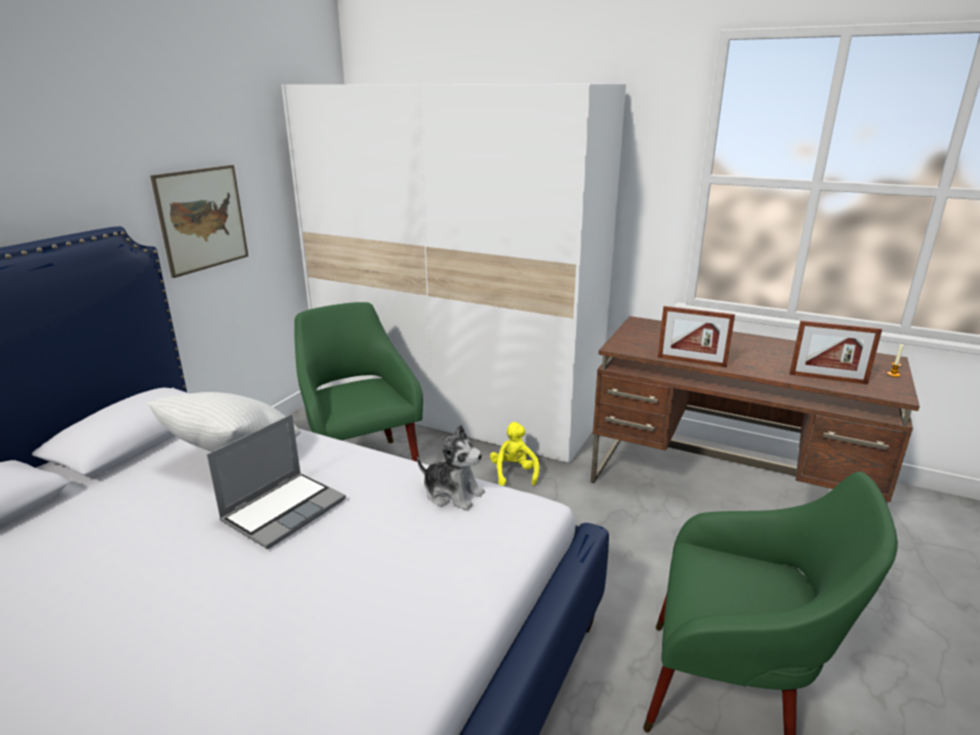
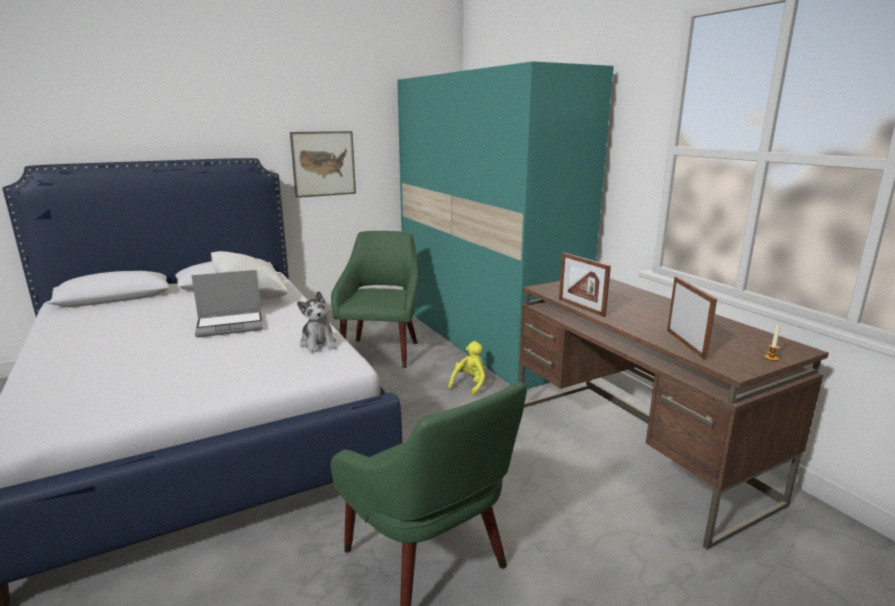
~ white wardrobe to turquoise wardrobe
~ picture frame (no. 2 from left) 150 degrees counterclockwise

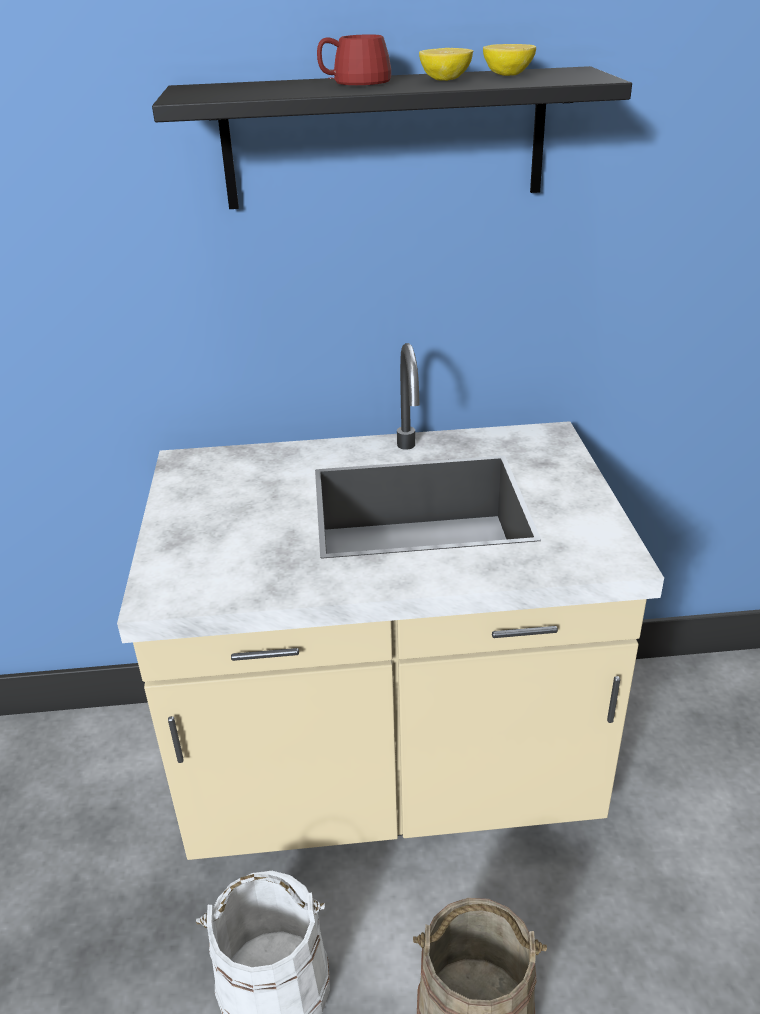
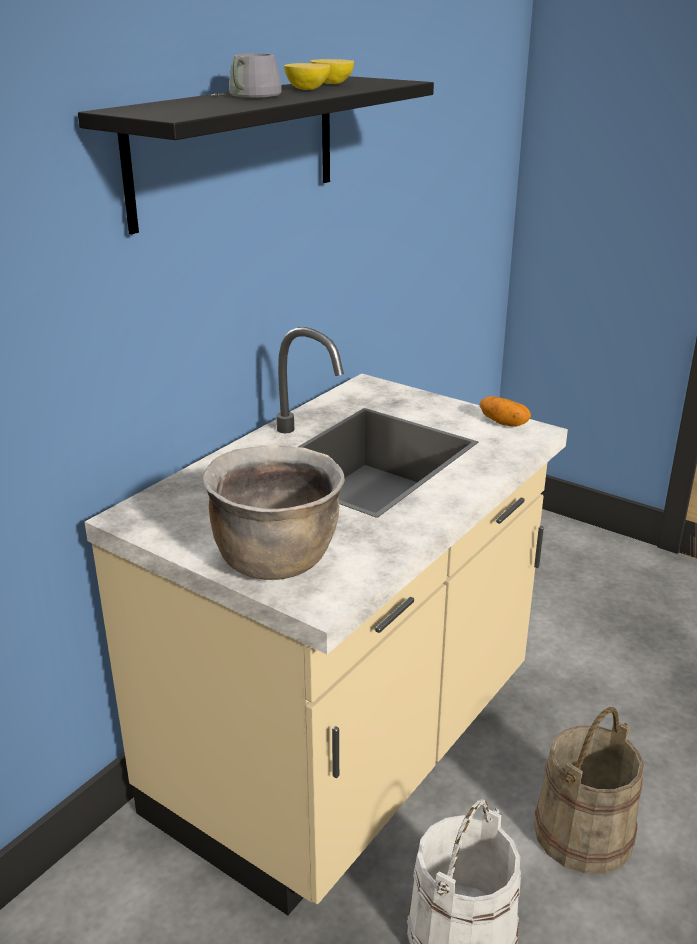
+ brown cooking pot
+ potato
~ red mug to grey mug

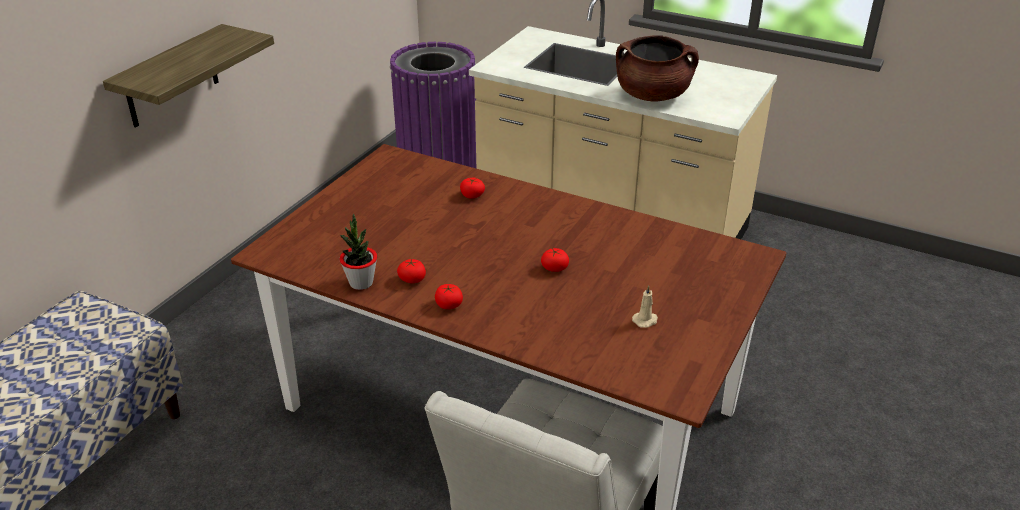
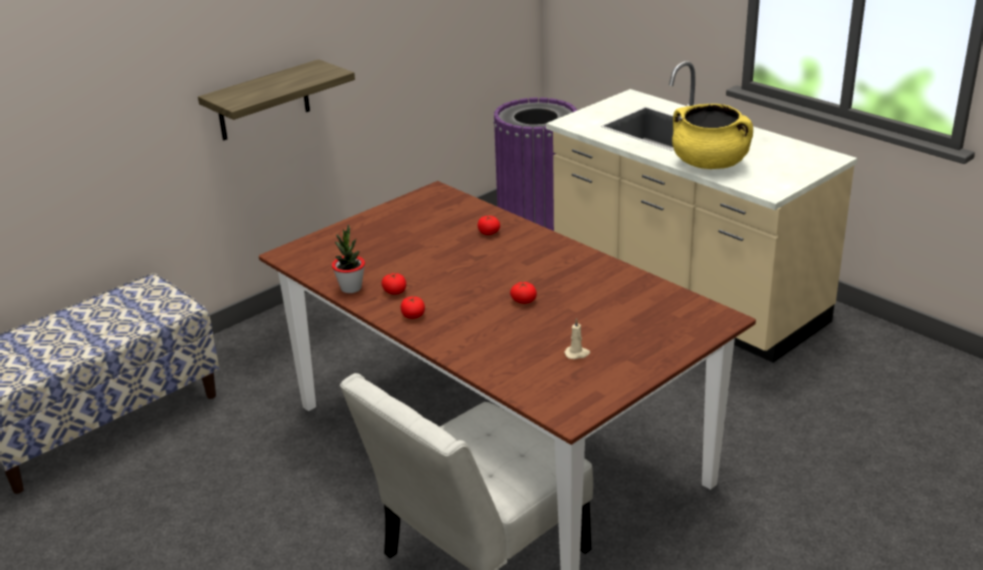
~ brown cooking pot to yellow cooking pot

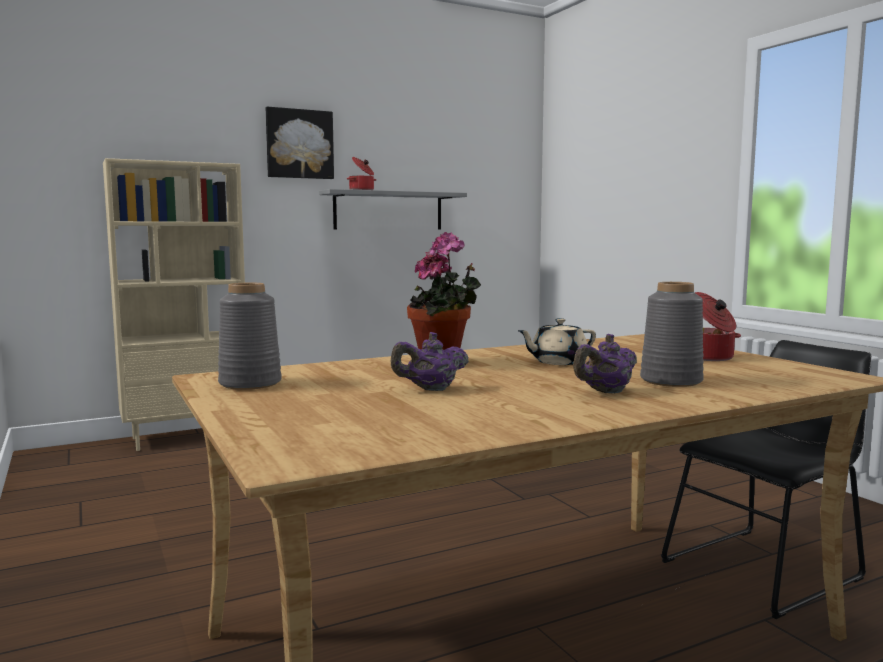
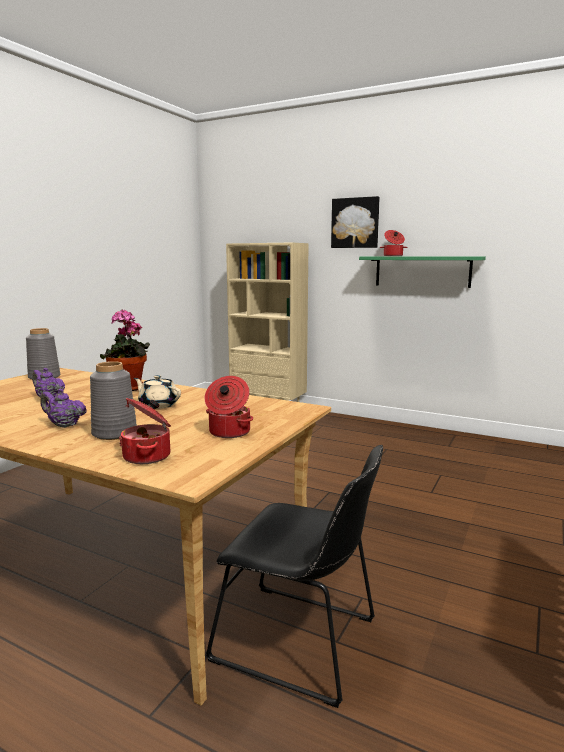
+ cooking pot (no. 1 from left)
~ grey shelf to green shelf

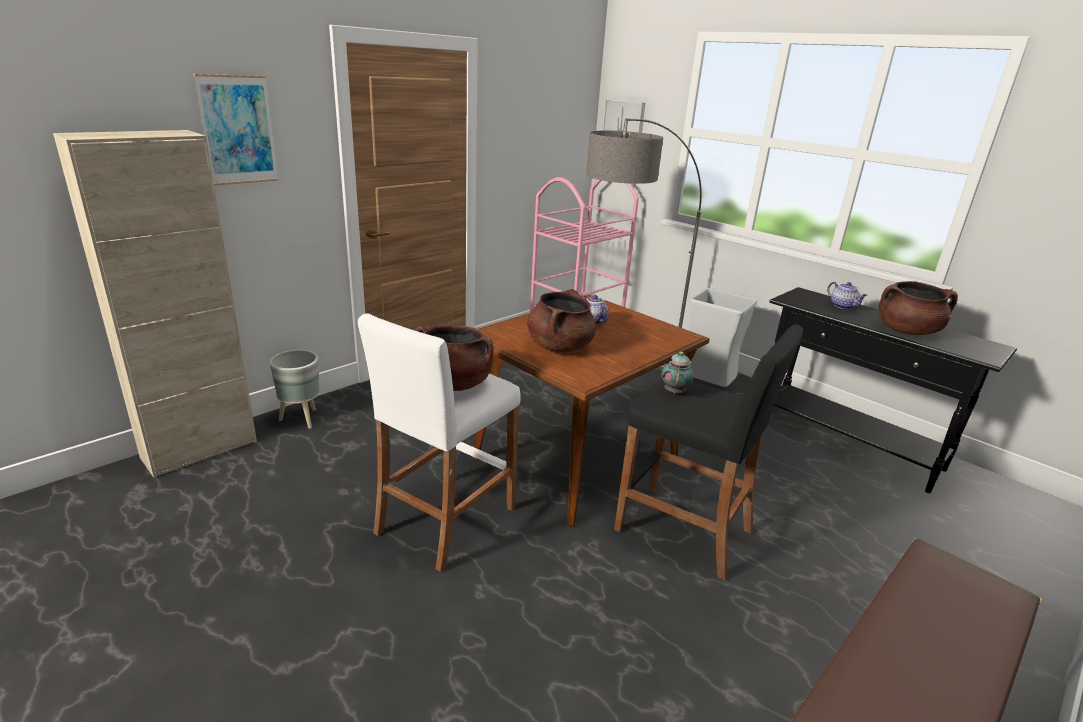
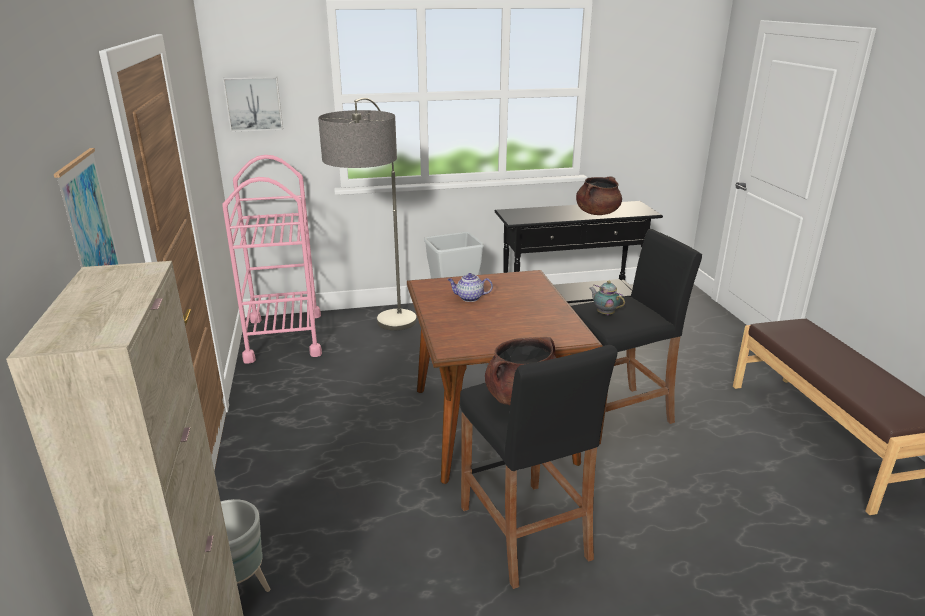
- brown cooking pot (no. 2 from left)
- teapot (no. 3 from left)
~ white stool to black stool (no. 1 from left)

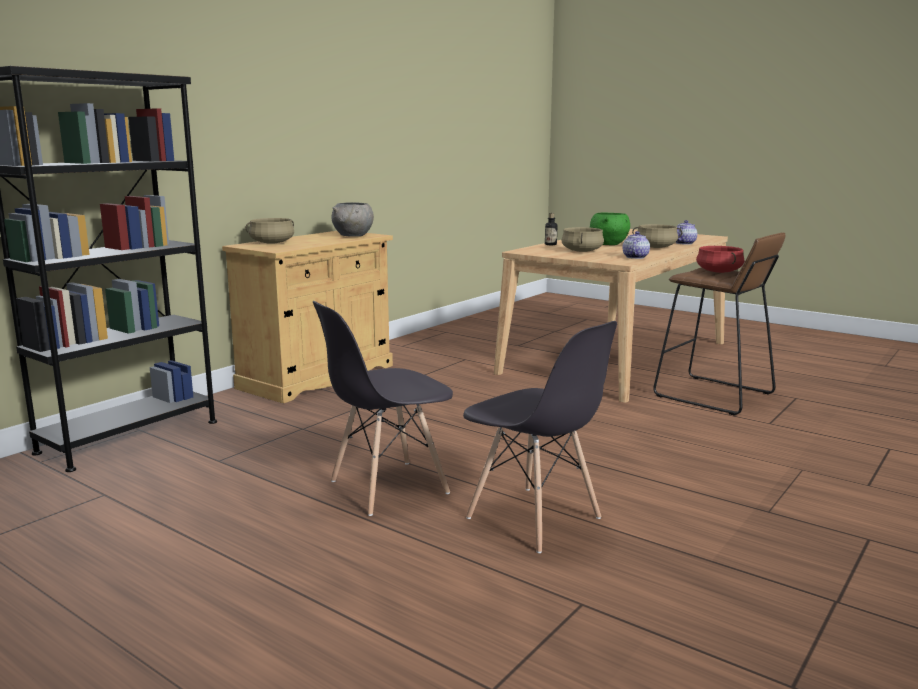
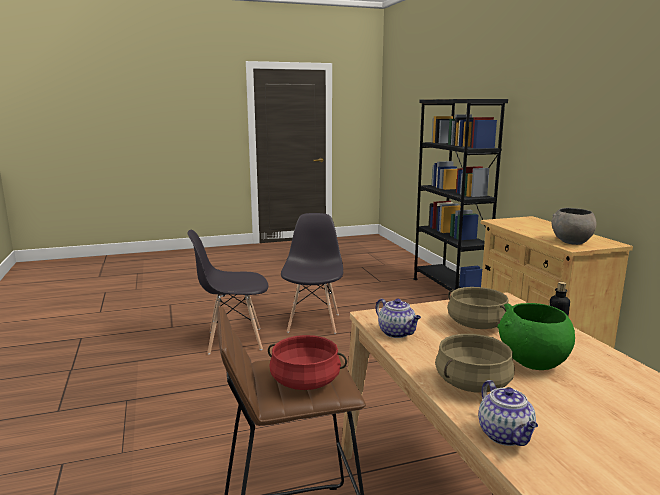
- beige cooking pot (no. 1 from left)

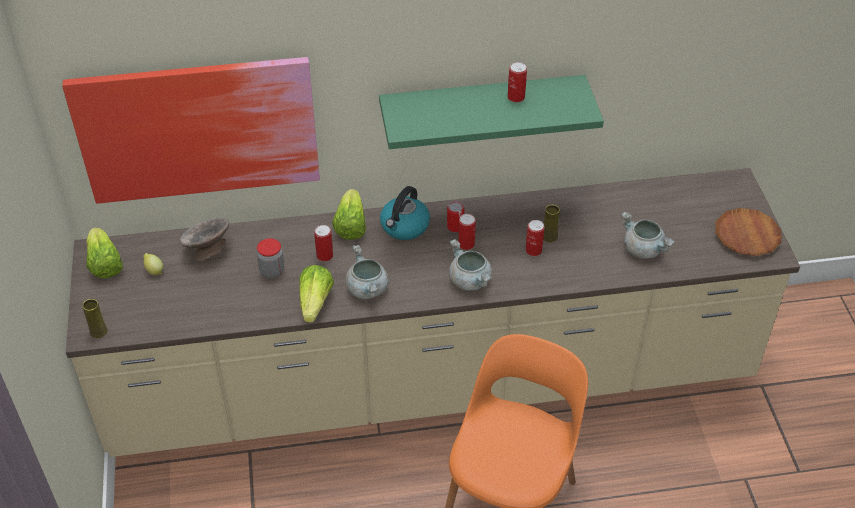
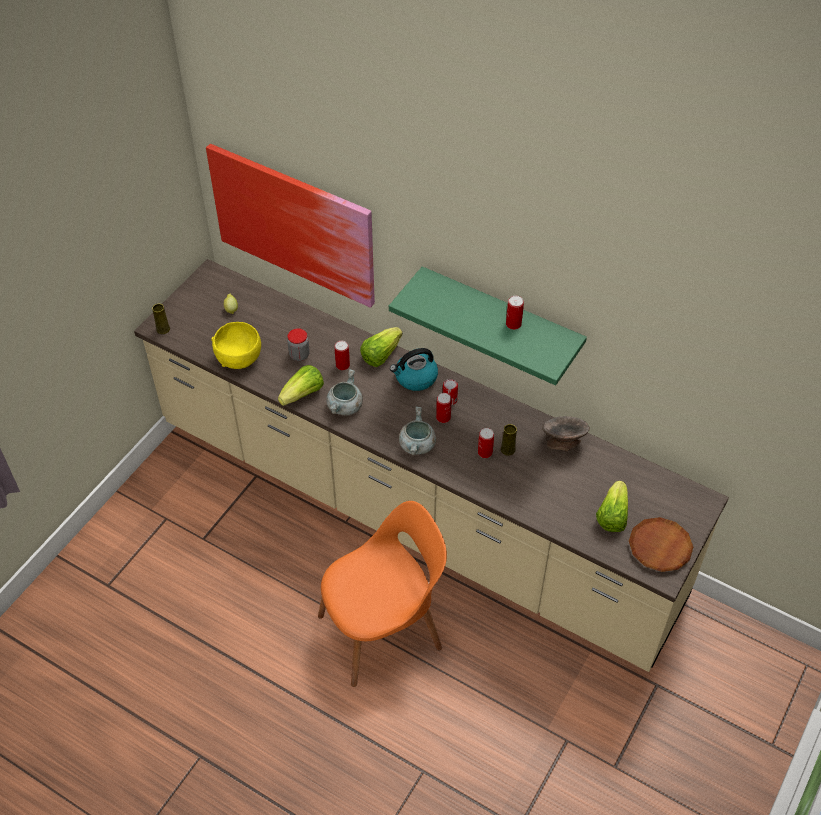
- grey cooking pot (no. 3 from left)
+ yellow bowl
~ lettuce (no. 1 from left in the first image) to lettuce (no. 3 from left)
~ grey bowl

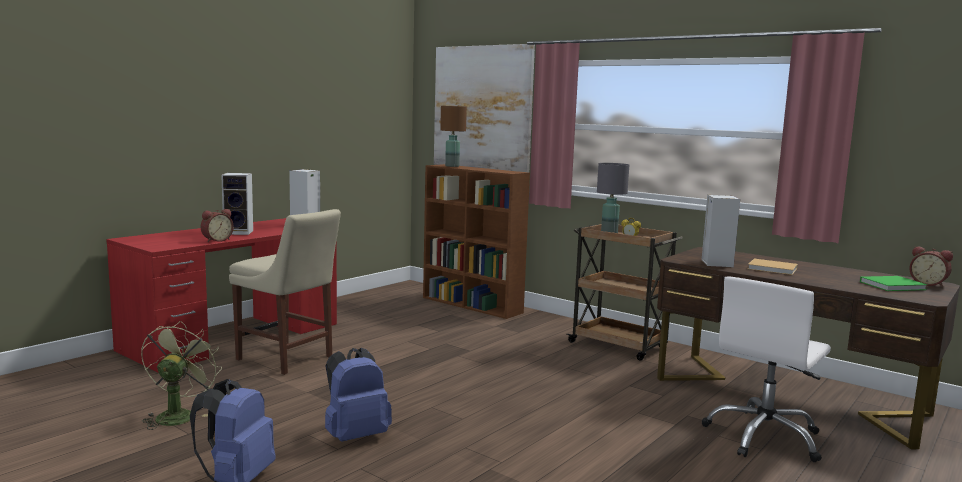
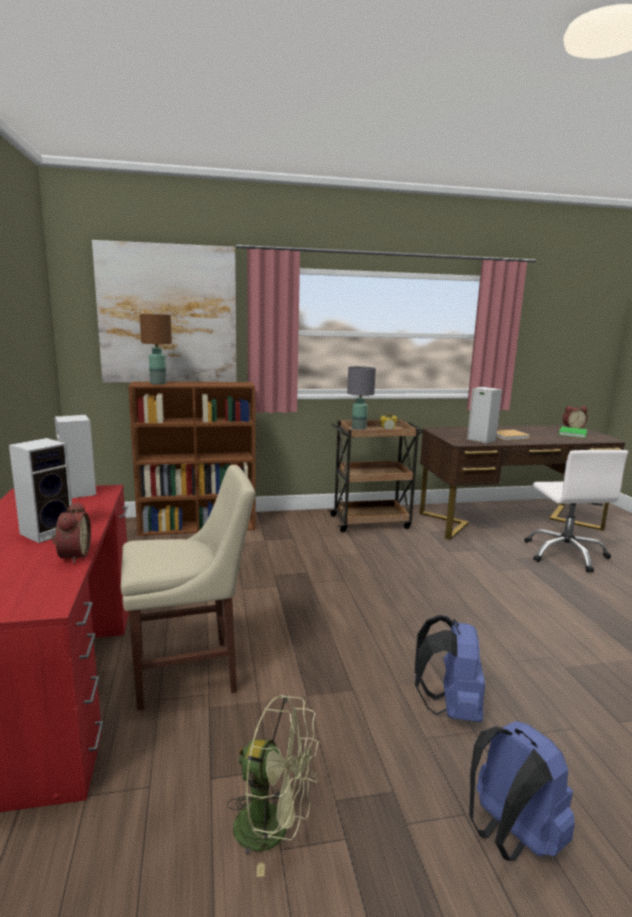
~ green fan 150 degrees clockwise

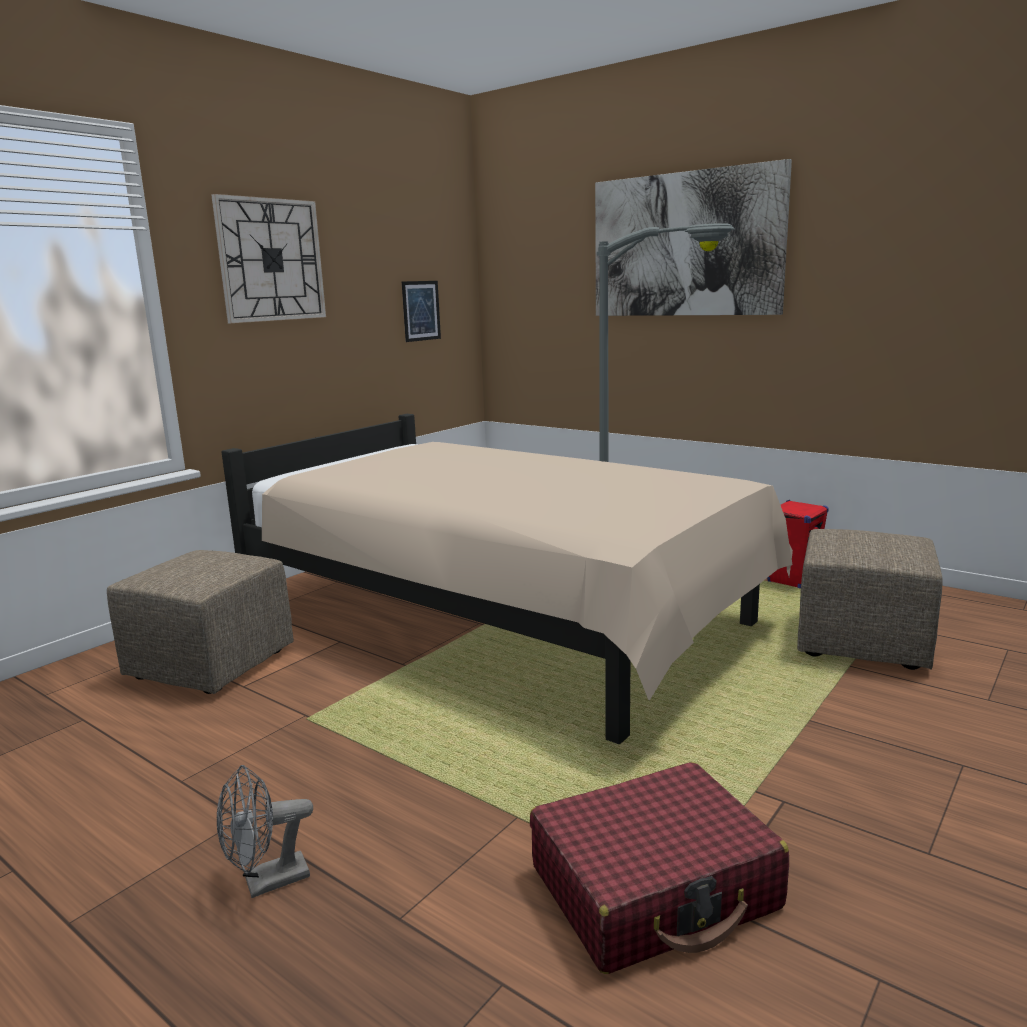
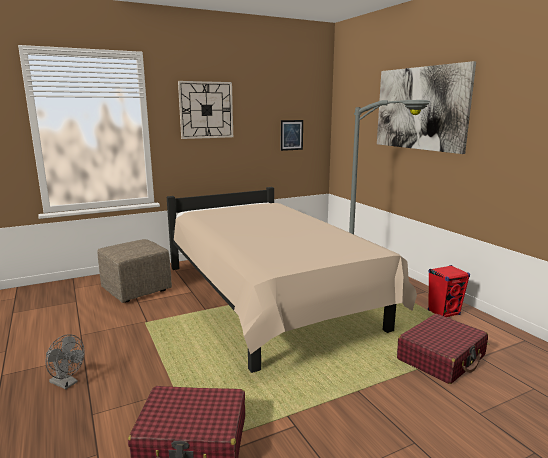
~ beige ottoman (no. 2 from left) to red suitcase (no. 2 from left)
~ grey fan 150 degrees counterclockwise

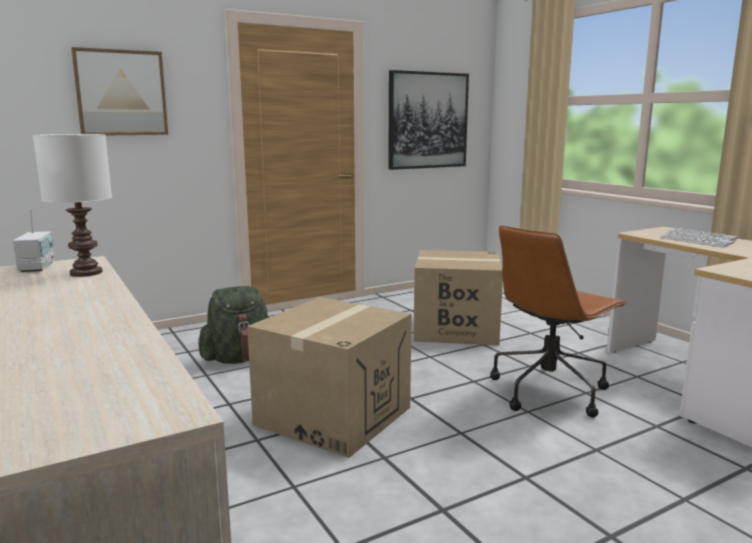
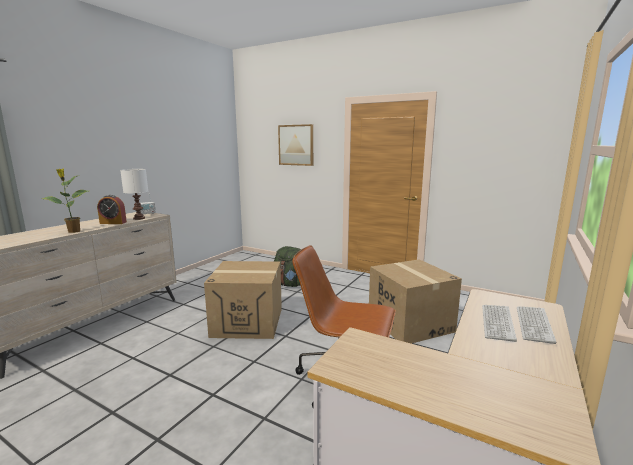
- picture (no. 2 from left)
+ potted plant
+ alarm clock

